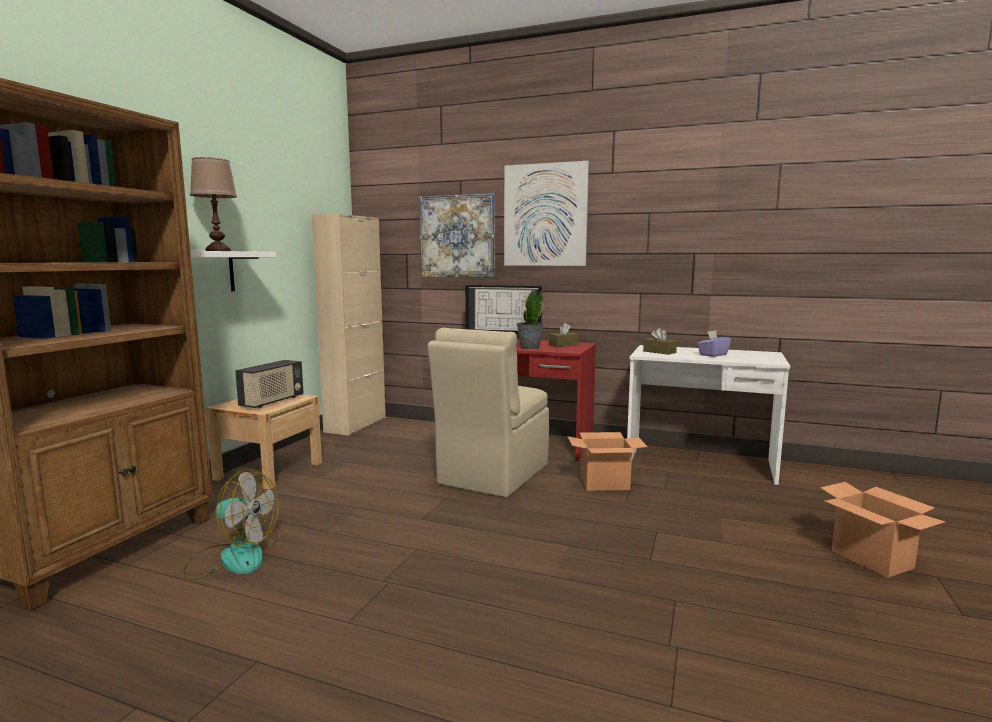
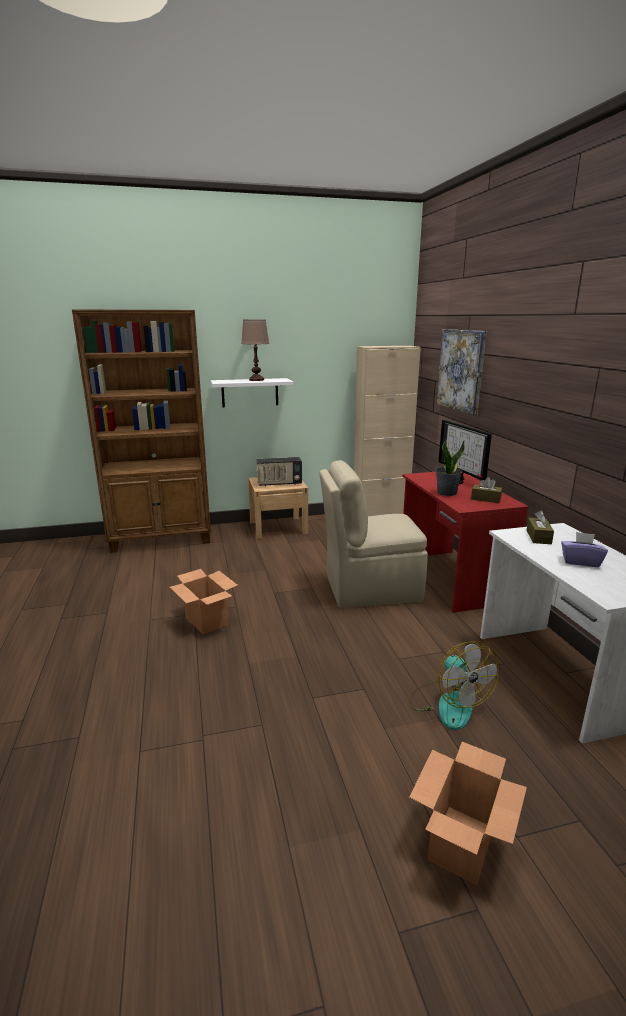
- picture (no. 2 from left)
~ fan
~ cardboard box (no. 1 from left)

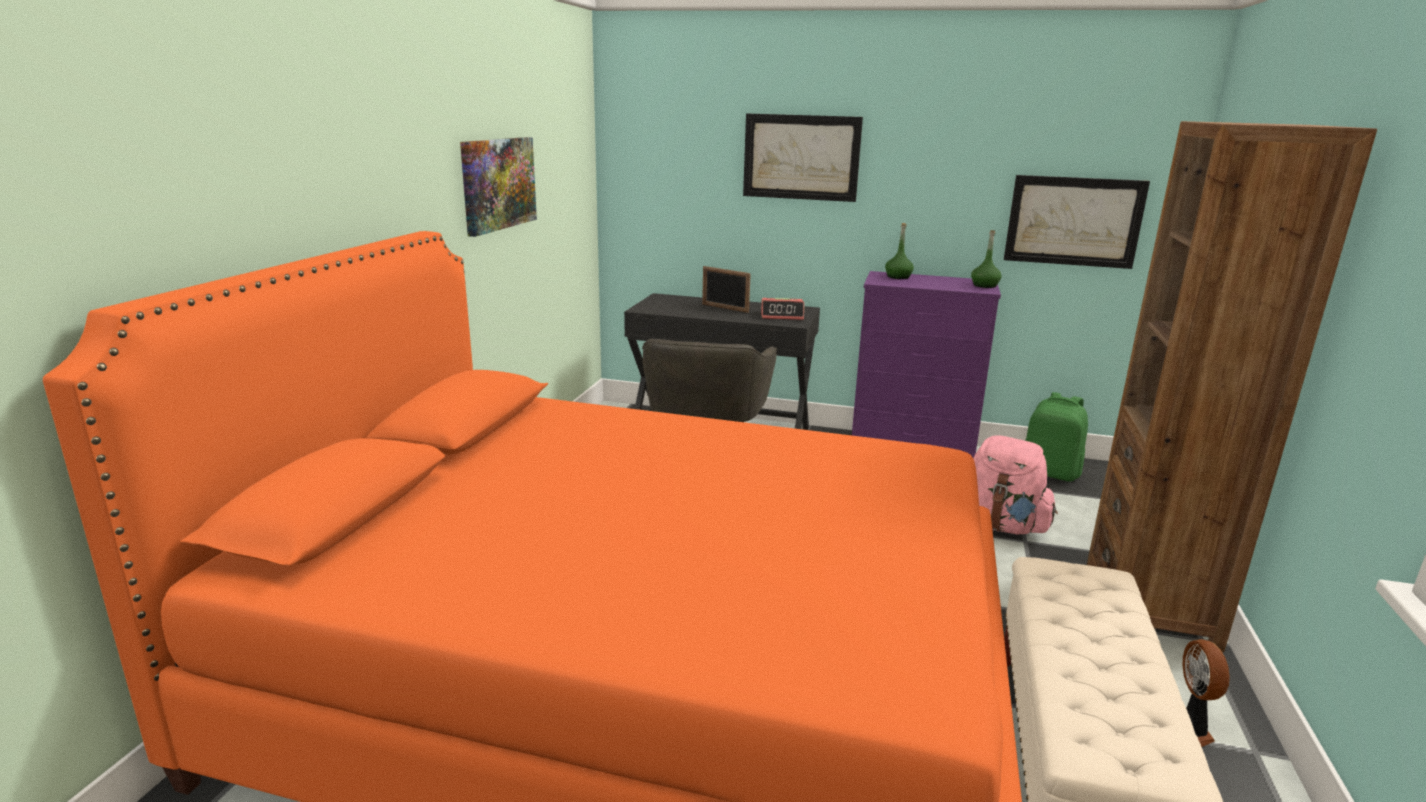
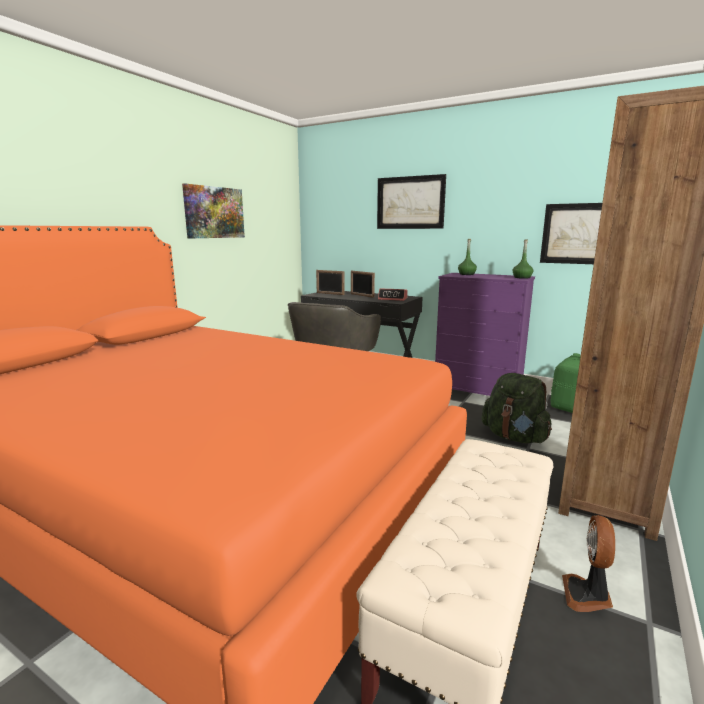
+ picture frame (no. 1 from left)
~ pink backpack to green backpack (no. 1 from left)

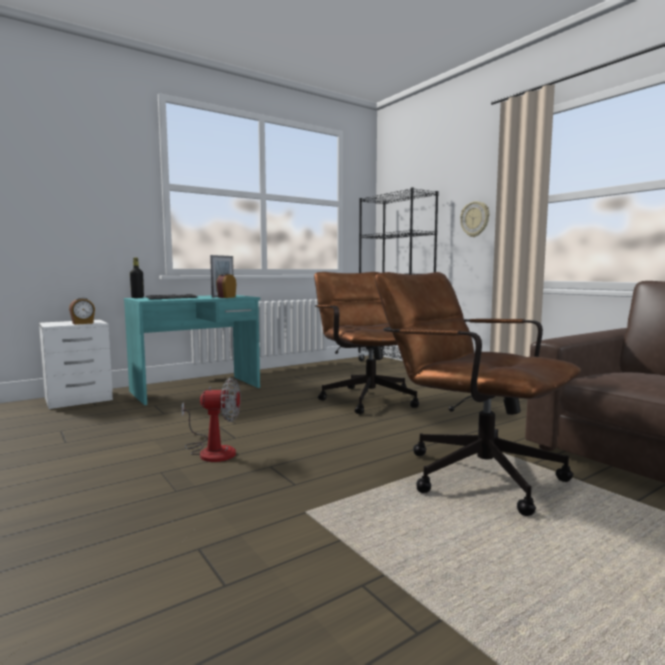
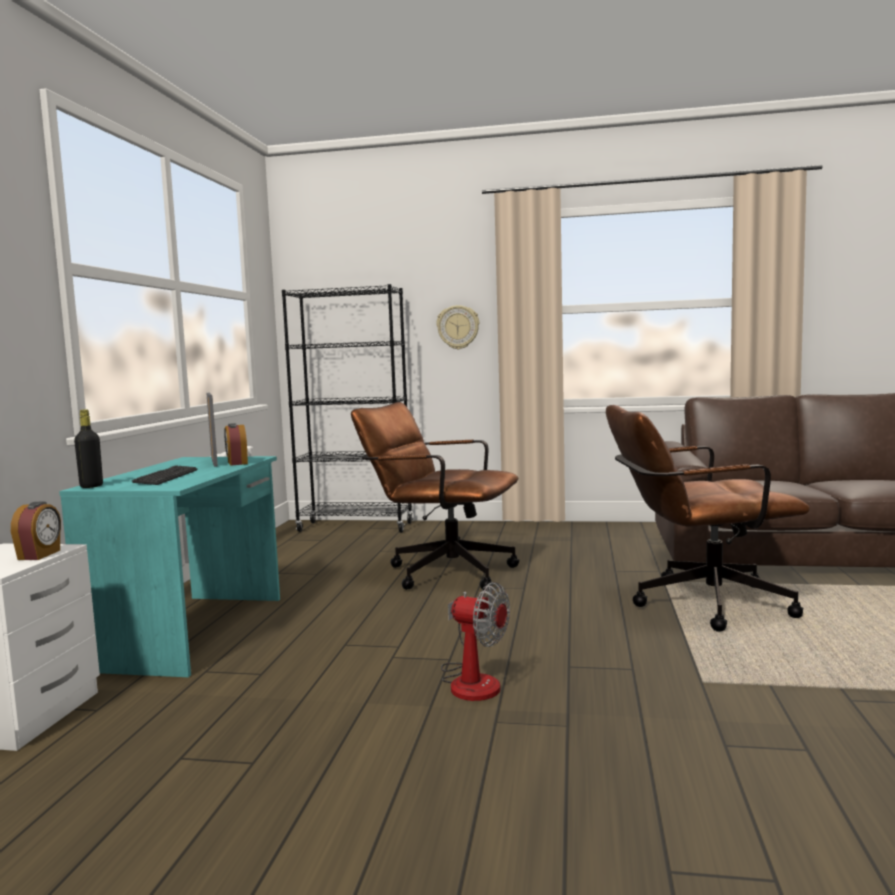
~ fan 75 degrees clockwise

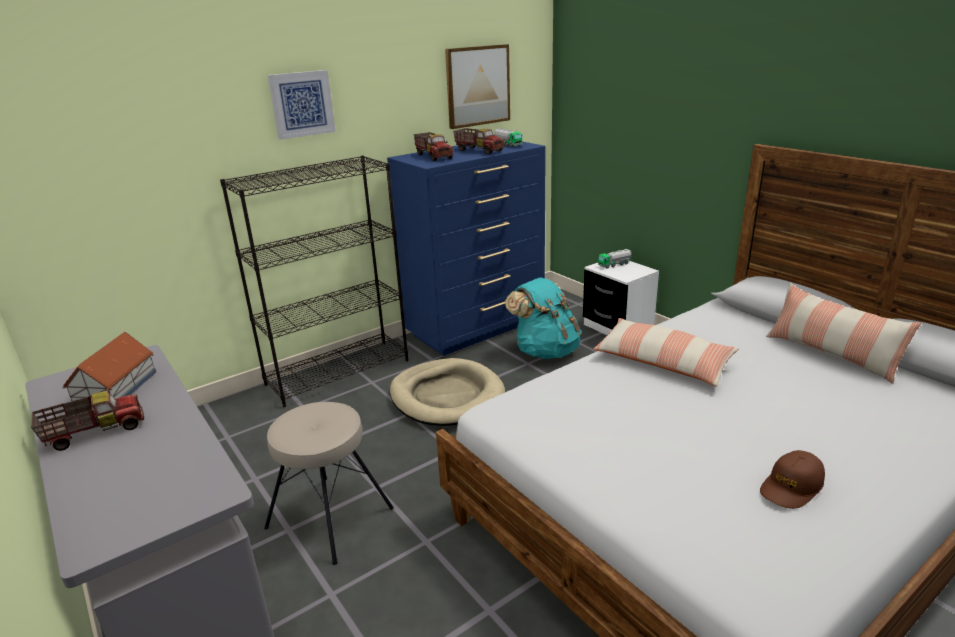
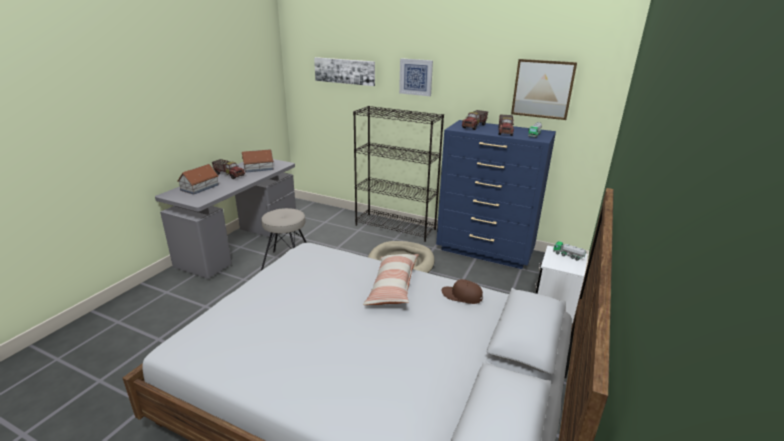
- turquoise backpack
- pillow (no. 2 from left)
+ toy house (no. 1 from left)
+ picture (no. 1 from left)
~ brown cap

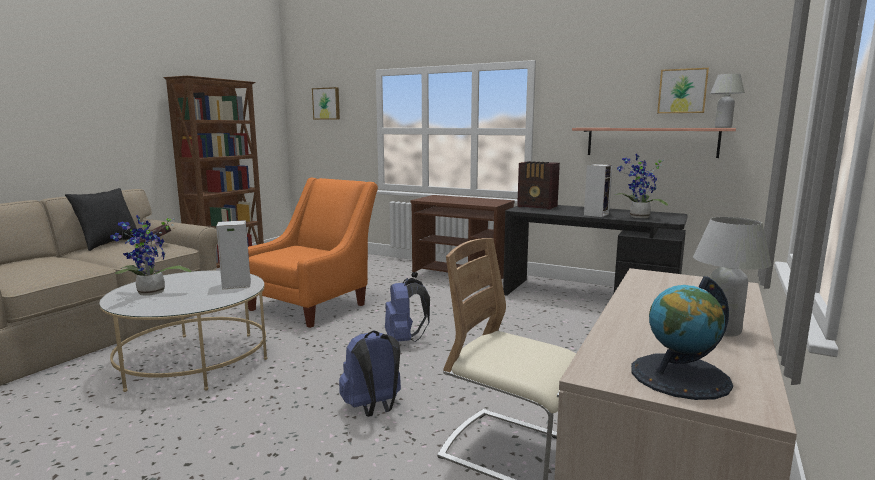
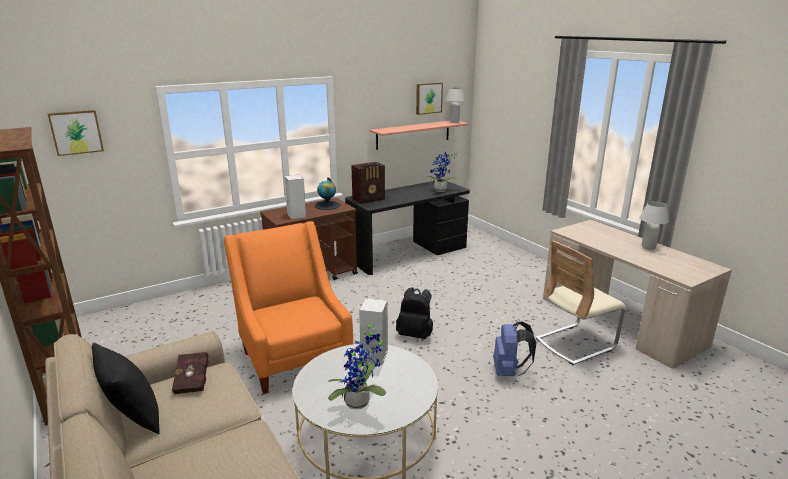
~ speaker (no. 2 from left in the first image) to speaker (no. 1 from left)
~ globe
~ blue backpack (no. 2 from left) to black backpack

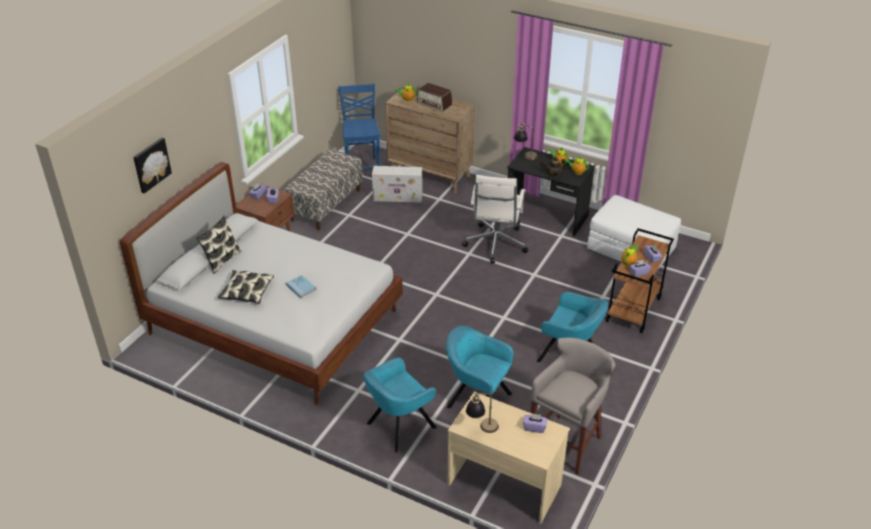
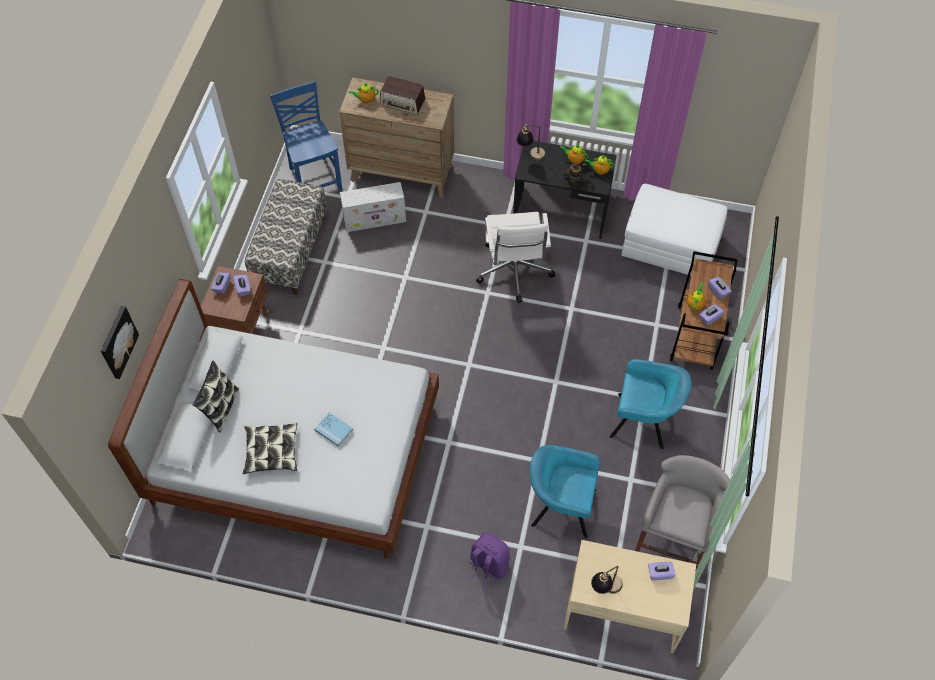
~ turquoise armchair (no. 1 from left) to purple backpack

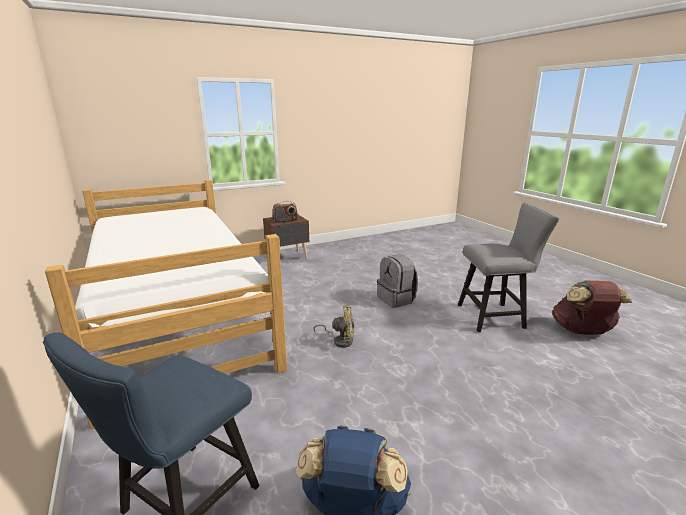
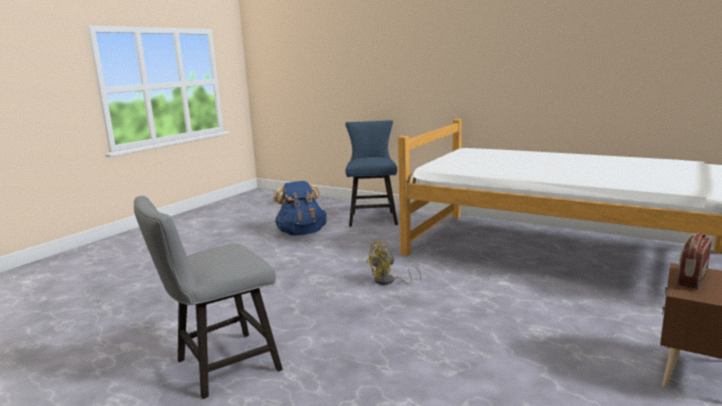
- grey backpack
- brown backpack

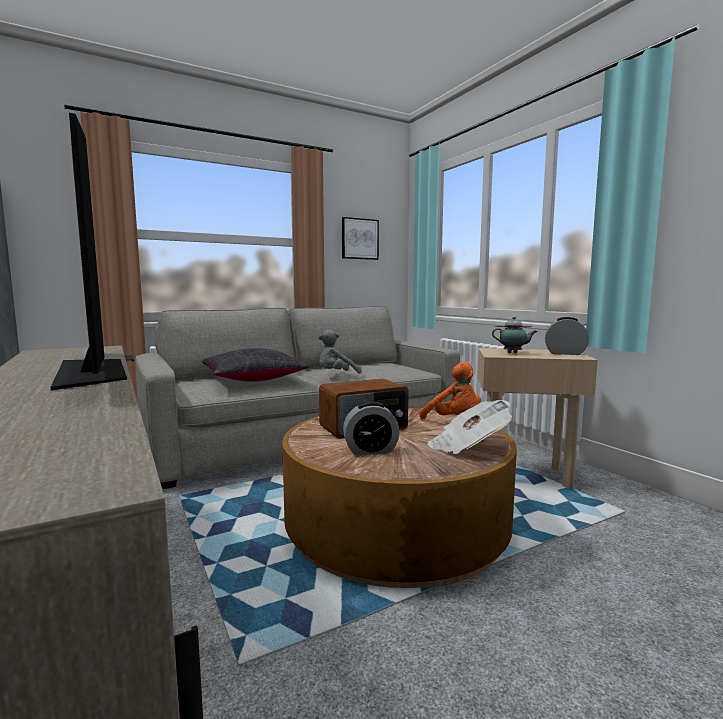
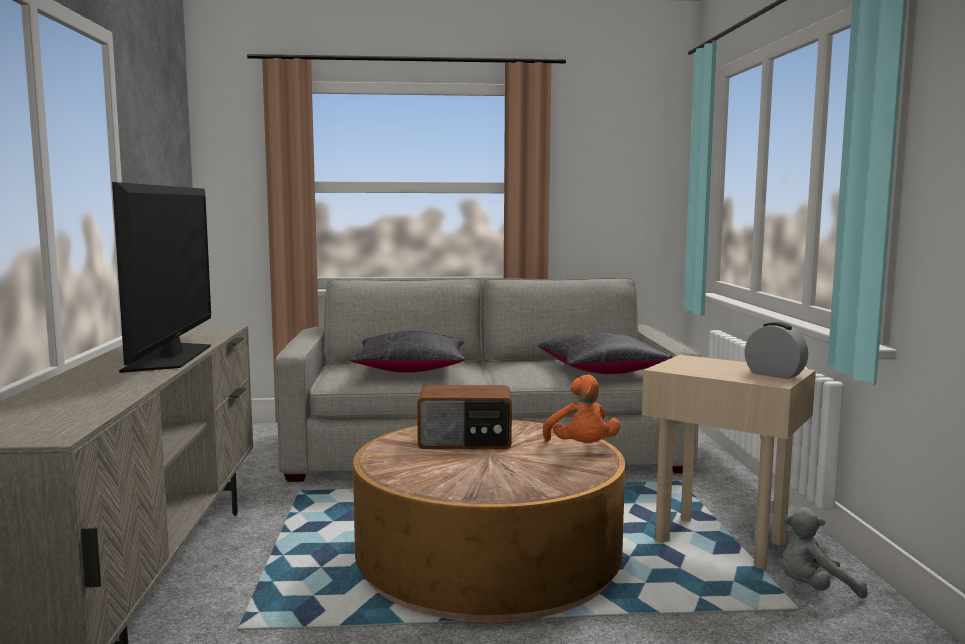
- picture
- alarm clock (no. 1 from left)
- newspaper
- teapot
+ black pillow (no. 2 from left)
~ grey plush toy

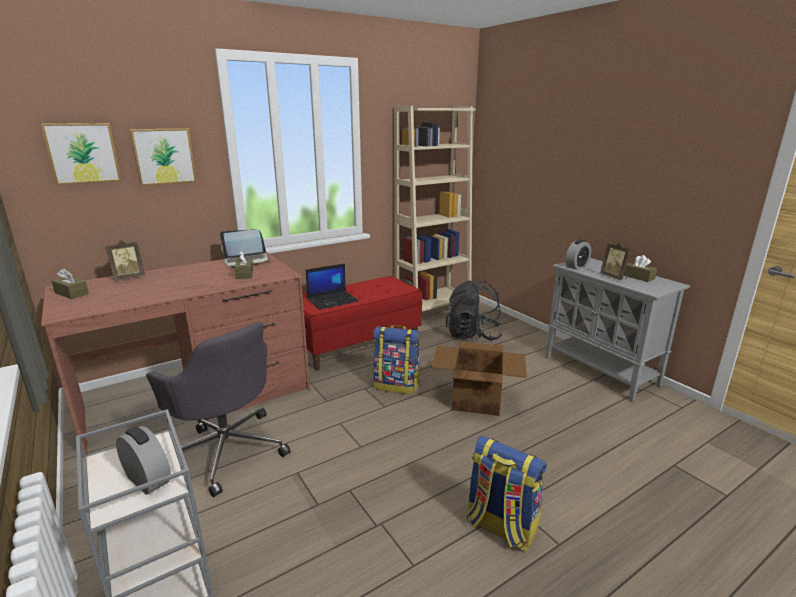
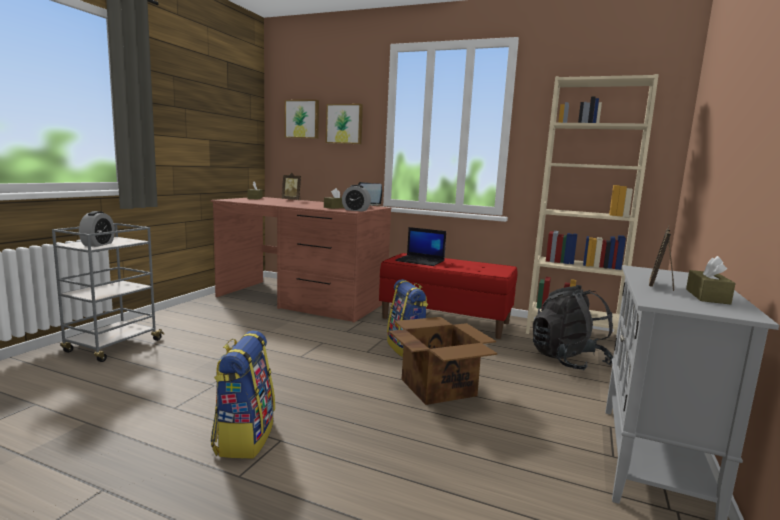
- grey office chair
~ alarm clock (no. 2 from left)

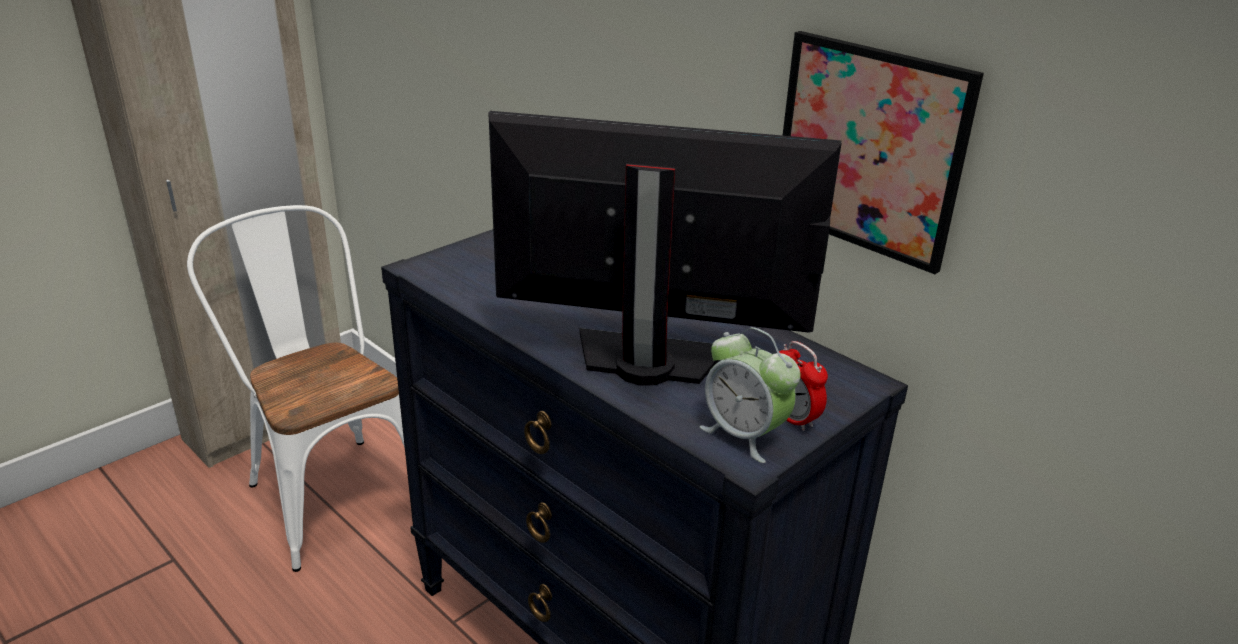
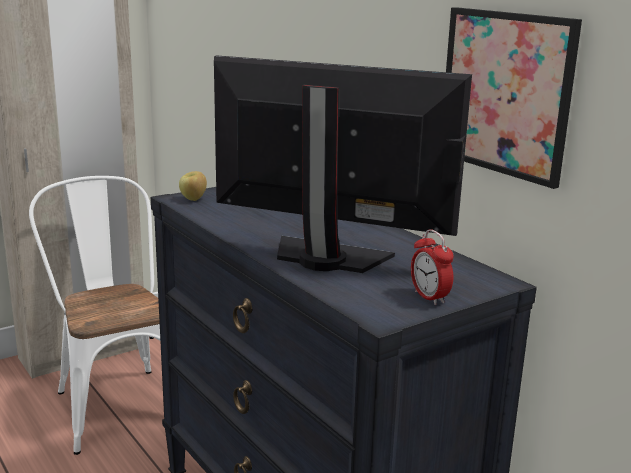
- alarm clock (no. 1 from left)
+ apple

